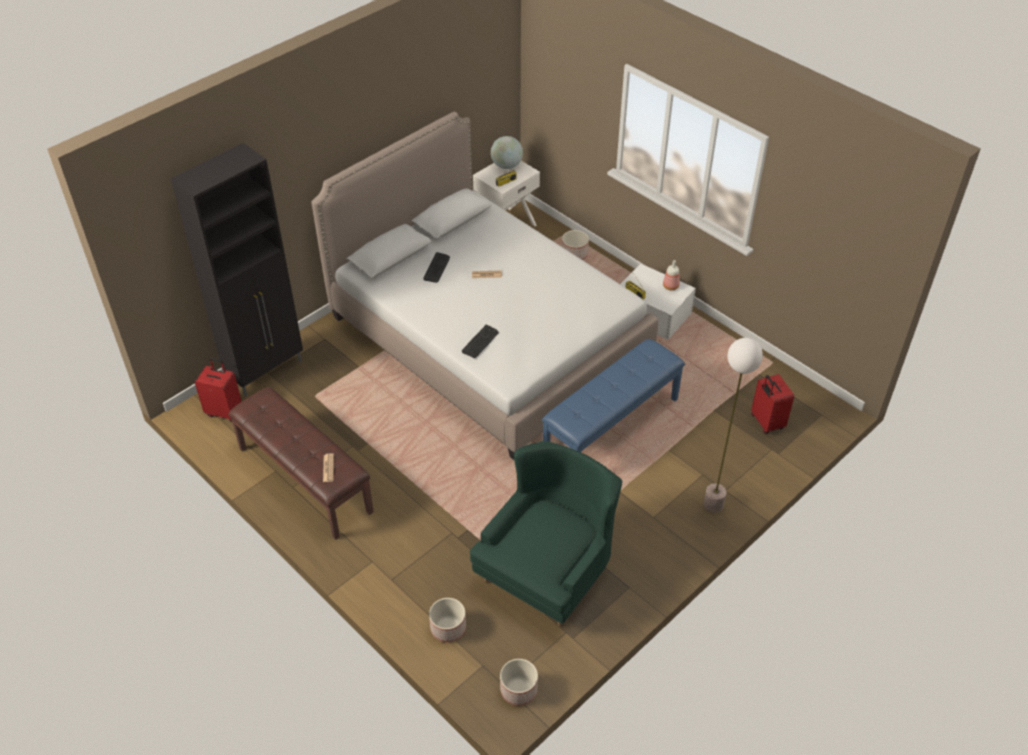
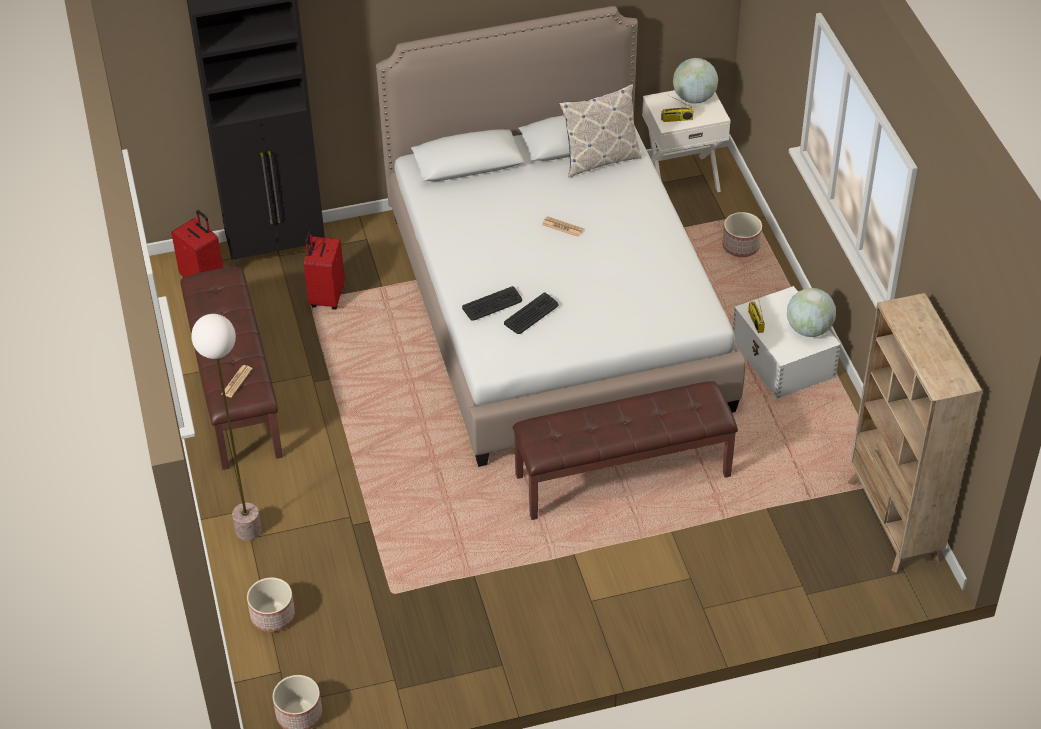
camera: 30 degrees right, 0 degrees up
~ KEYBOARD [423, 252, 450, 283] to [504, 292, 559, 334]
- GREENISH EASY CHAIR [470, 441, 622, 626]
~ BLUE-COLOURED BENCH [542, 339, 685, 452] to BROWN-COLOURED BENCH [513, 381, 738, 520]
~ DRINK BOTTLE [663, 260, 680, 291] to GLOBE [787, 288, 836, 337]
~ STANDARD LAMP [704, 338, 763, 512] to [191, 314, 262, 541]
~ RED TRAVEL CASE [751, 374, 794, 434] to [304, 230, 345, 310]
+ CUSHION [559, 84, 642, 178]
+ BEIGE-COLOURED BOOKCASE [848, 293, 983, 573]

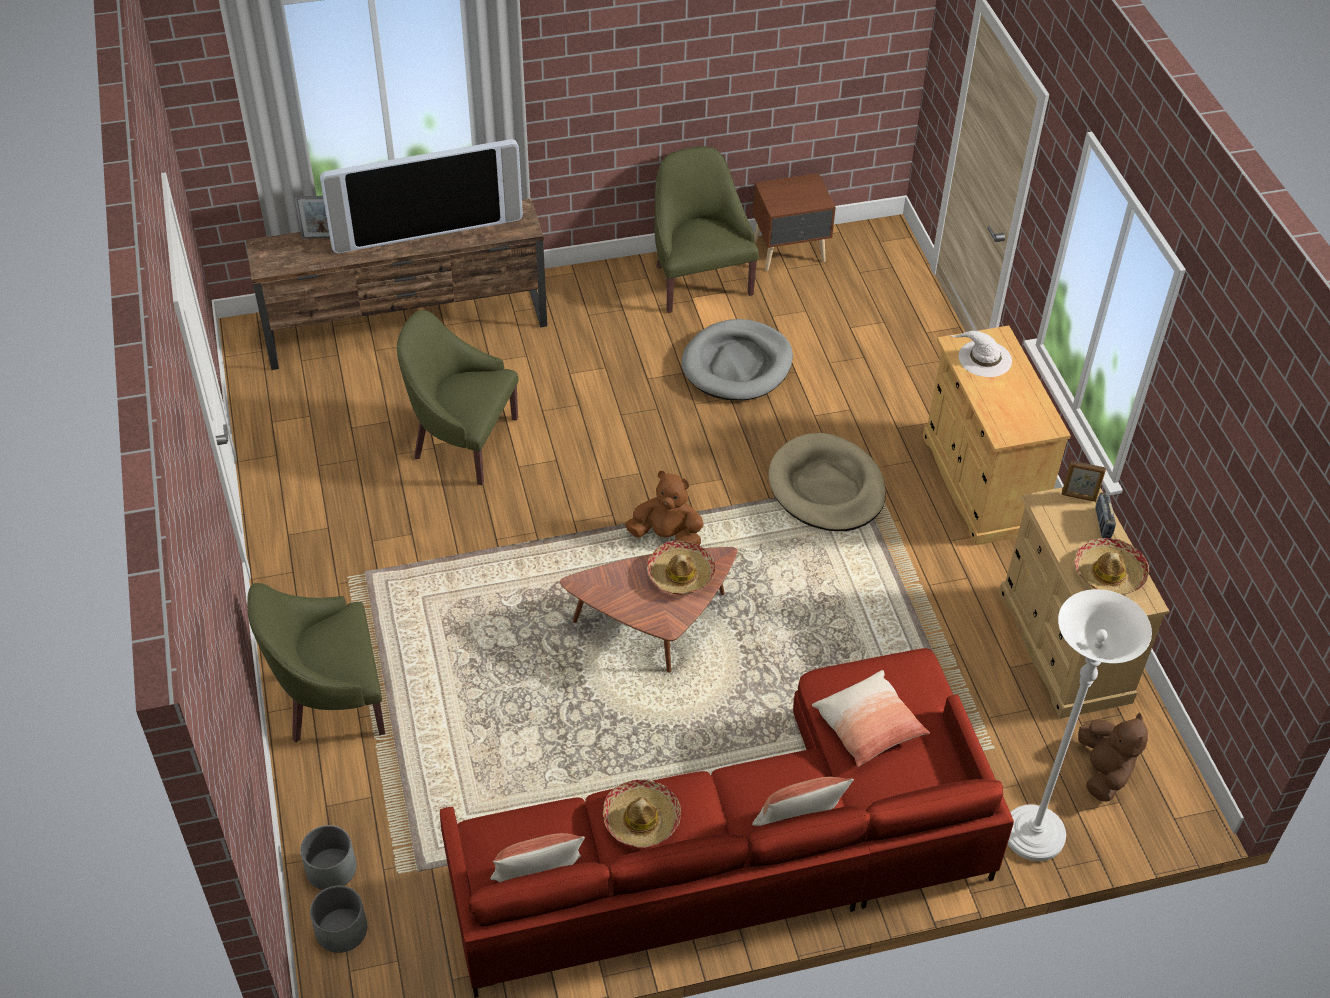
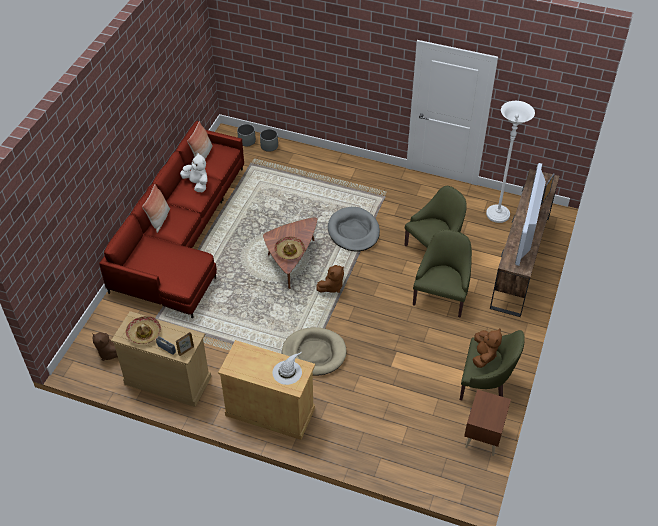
camera: 125 degrees right, 0 degrees up
~ GREENISH EASY CHAIR [247, 583, 385, 742] to [413, 229, 472, 318]
~ CLOTHING HAT [603, 780, 681, 848] to WHITISH PLUSH TOY [180, 152, 208, 192]
~ GREYISH DOG BED [681, 319, 793, 400] to [328, 207, 380, 252]
- CUSHION [812, 670, 930, 767]
~ WHITISH STANDARD LAMP [1008, 589, 1152, 861] to [486, 101, 535, 223]
+ BROWN-COLOURED PLUSH TOY [473, 328, 502, 368]

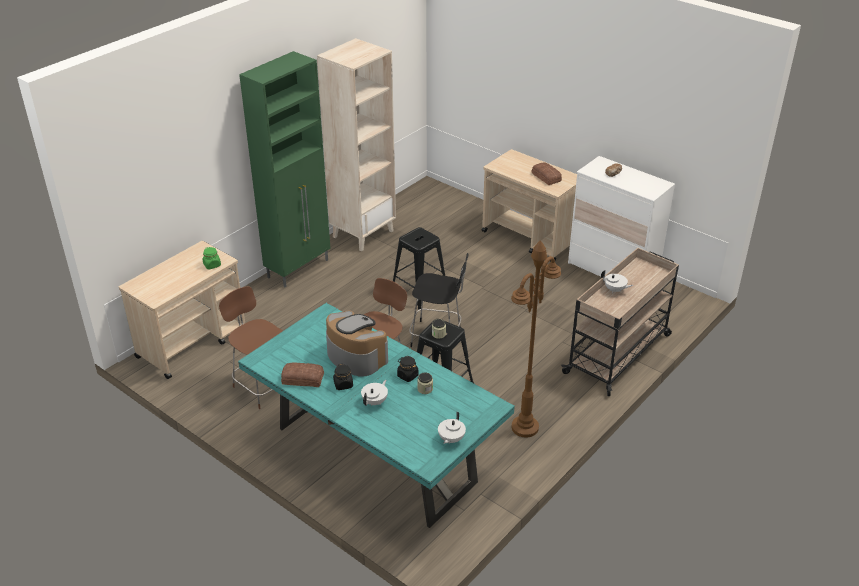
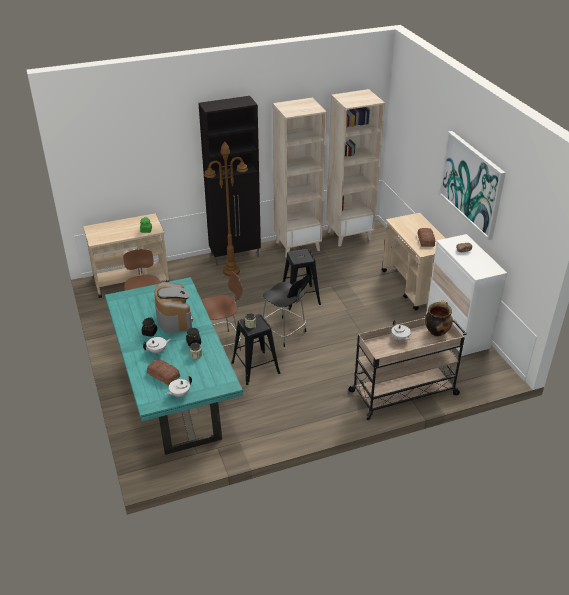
camera: 30 degrees right, 0 degrees up
~ GREENISH STORAGE CABINET [239, 51, 330, 287] to BLACKISH STORAGE CABINET [198, 96, 261, 265]
~ BREAD [281, 362, 324, 387] to [147, 359, 180, 386]
~ BROWN-COLOURED STANDARD LAMP [511, 240, 561, 437] to [204, 142, 248, 276]
+ BEIGE-COLOURED BOOKCASE [326, 89, 385, 247]
+ STOCKPOT [425, 300, 453, 337]
+ WALL ART [439, 131, 506, 240]

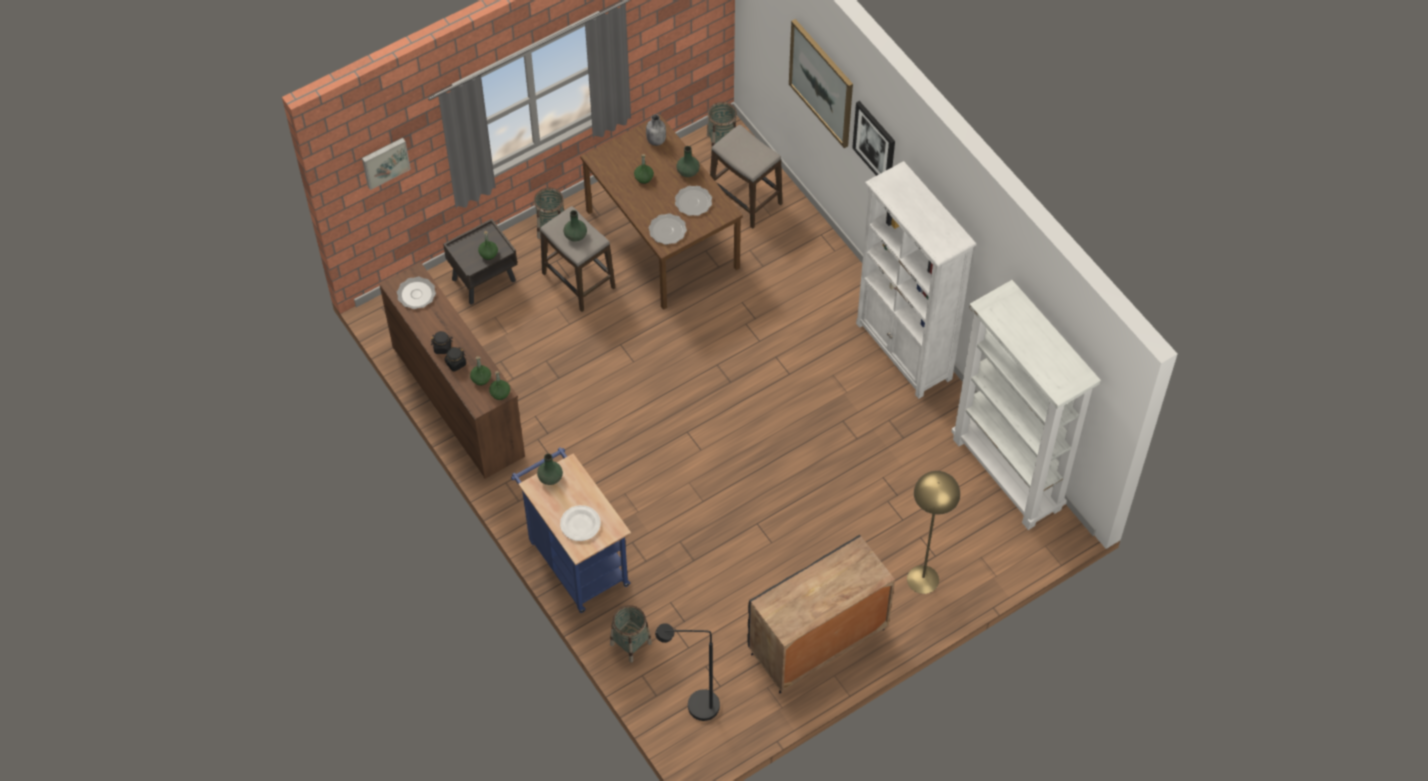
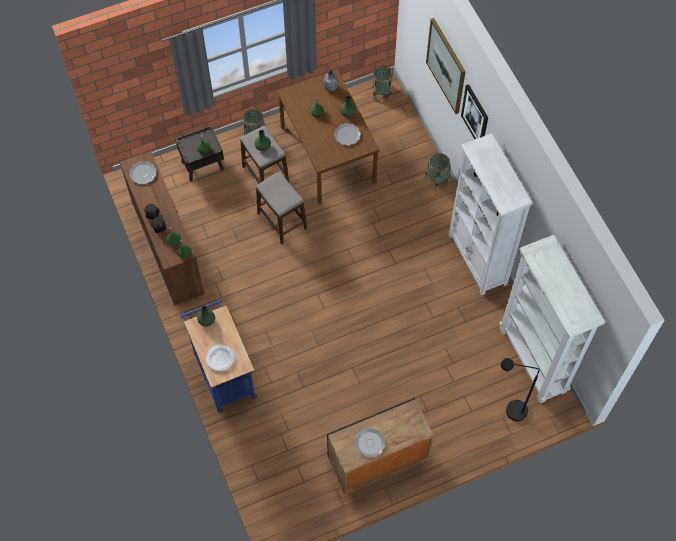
camera: 10 degrees right, 5 degrees up
- WALL ART [362, 138, 411, 190]
~ BASKET [610, 605, 652, 663] to [424, 153, 451, 191]
~ PLATE [649, 213, 687, 245] to [355, 428, 385, 457]
~ BLACKISH STANDARD LAMP [655, 623, 720, 721] to [501, 358, 540, 421]
~ STOOL SEAT [710, 125, 782, 229] to [256, 172, 307, 244]
- YELLOW STANDARD LAMP [907, 471, 960, 594]

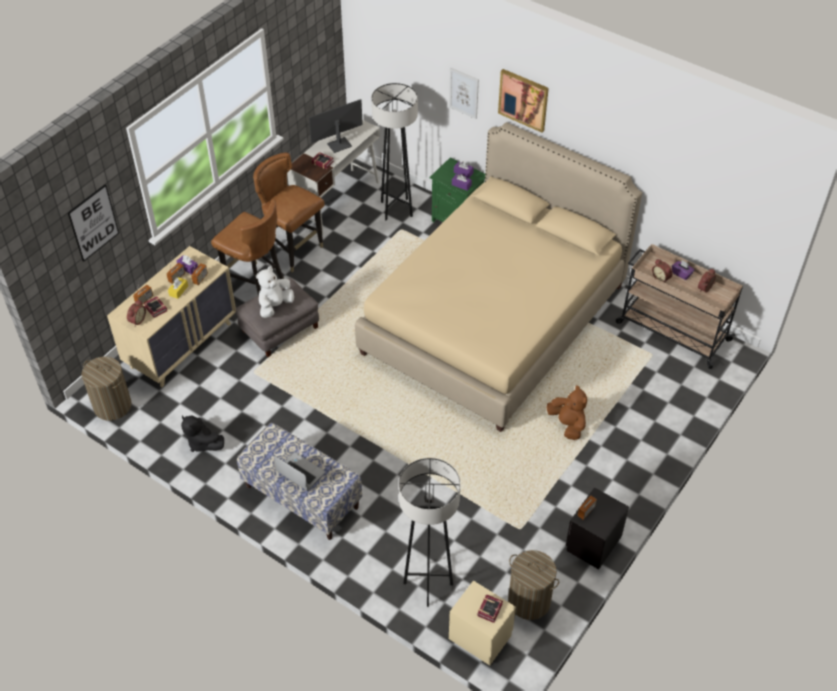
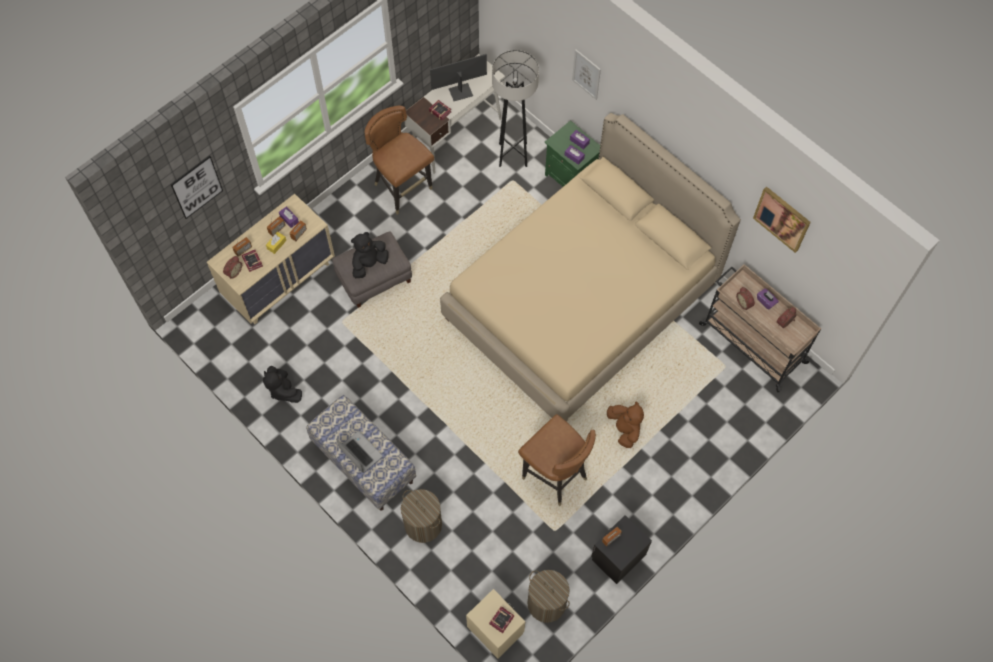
camera: 10 degrees right, 15 degrees up
~ LAUNDRY BASKET [82, 357, 132, 421] to [401, 489, 442, 543]
~ BROWN-COLOURED UPRIGHT CHAIR [211, 199, 284, 295] to [518, 414, 596, 506]
~ WHITISH PLUSH TOY [256, 266, 294, 318] to BLACKISH PLUSH TOY [351, 232, 389, 278]
- GREYISH STANDARD LAMP [399, 458, 460, 607]
~ WALL ART [498, 69, 549, 132] to [753, 186, 811, 253]

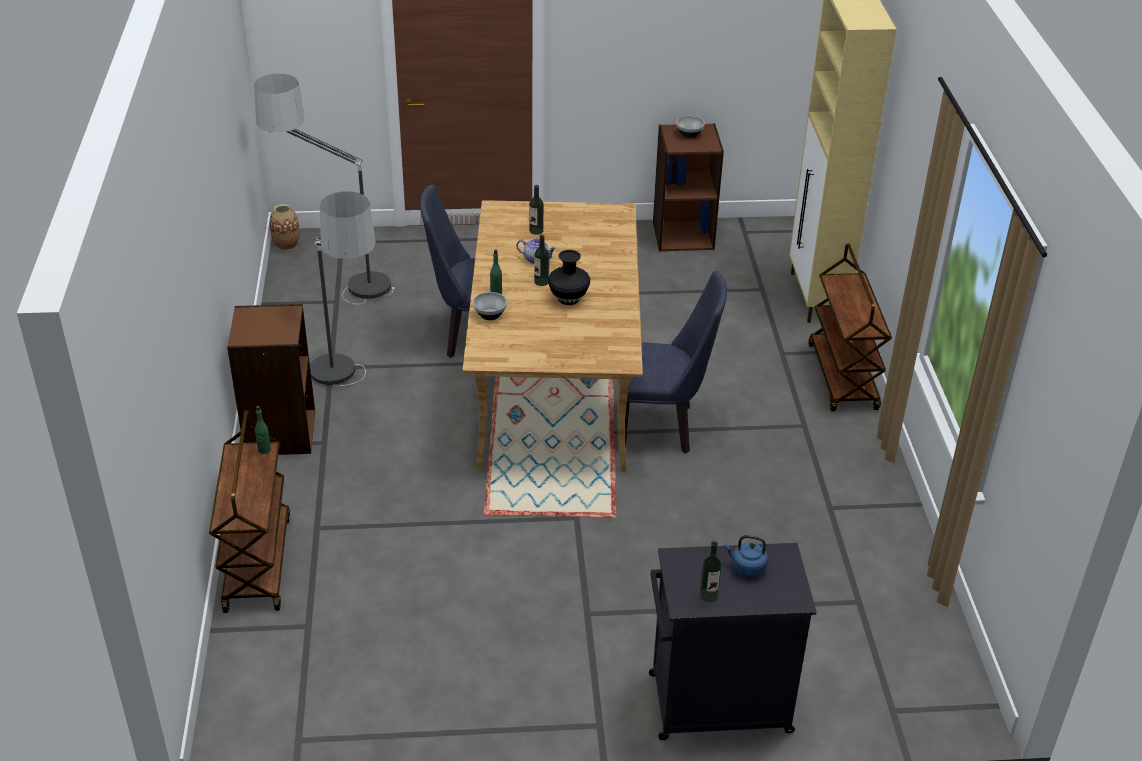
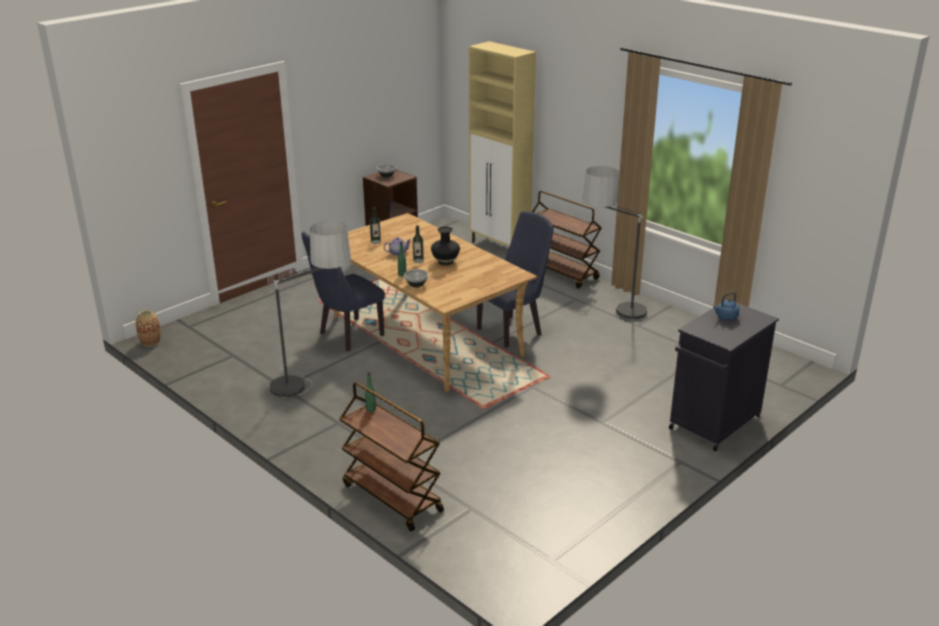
camera: 40 degrees left, 10 degrees down
- BROWN-COLOURED BOOKCASE [227, 304, 315, 455]
~ STANDARD LAMP [254, 74, 395, 304] to [583, 166, 648, 324]
- DRINK BOTTLE [699, 541, 722, 602]

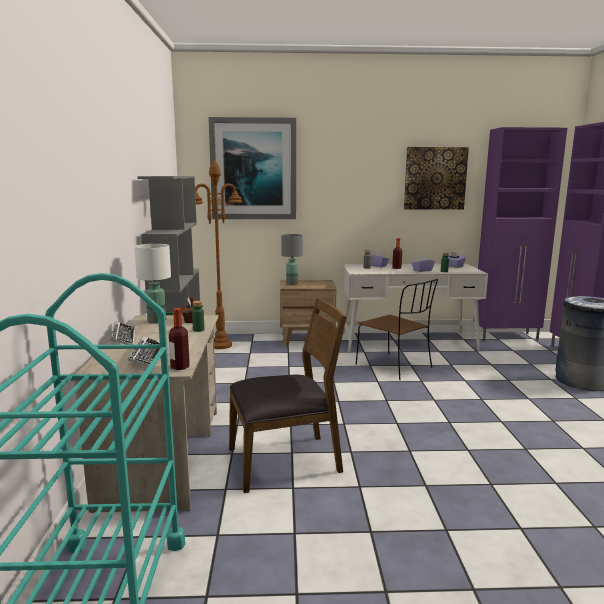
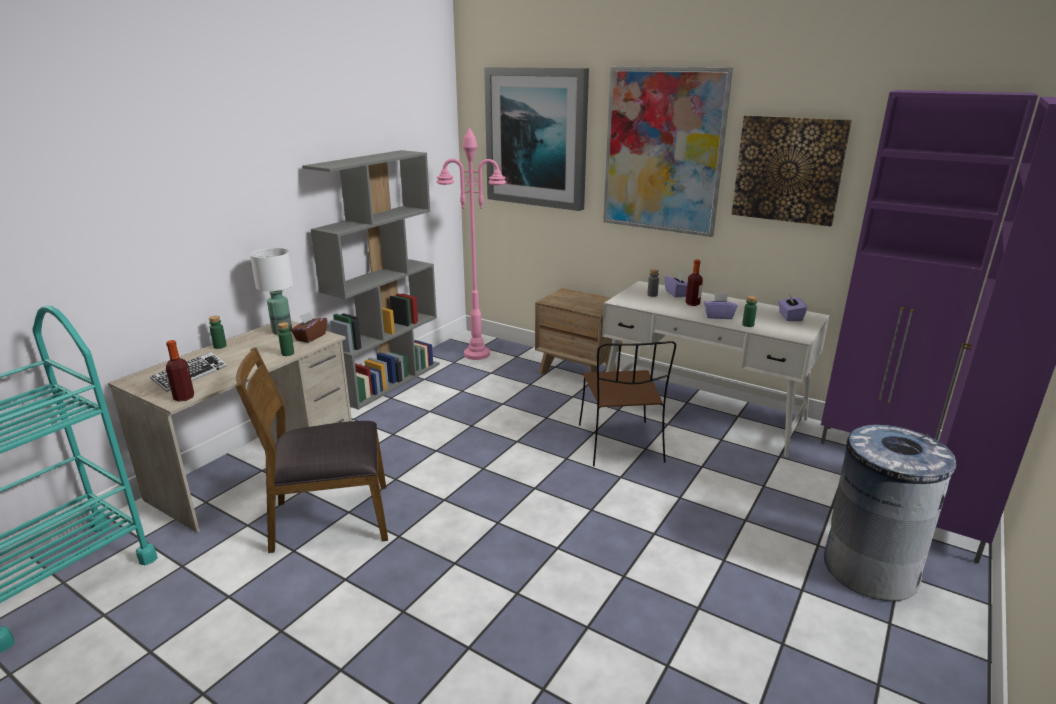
camera: 35 degrees right, 10 degrees up
~ KEYBOARD [110, 321, 135, 345] to GREENISH DRINK BOTTLE [209, 316, 227, 349]
~ BROWN-COLOURED STANDARD LAMP [195, 159, 242, 349] to PINK-COLOURED STANDARD LAMP [436, 128, 506, 360]
~ BROWN-COLOURED UPRIGHT CHAIR [229, 298, 346, 493] = [236, 347, 388, 553] 150 degrees clockwise
- GREYISH TABLETOP LAMP [281, 234, 303, 285]
+ WALL ART [603, 67, 733, 237]

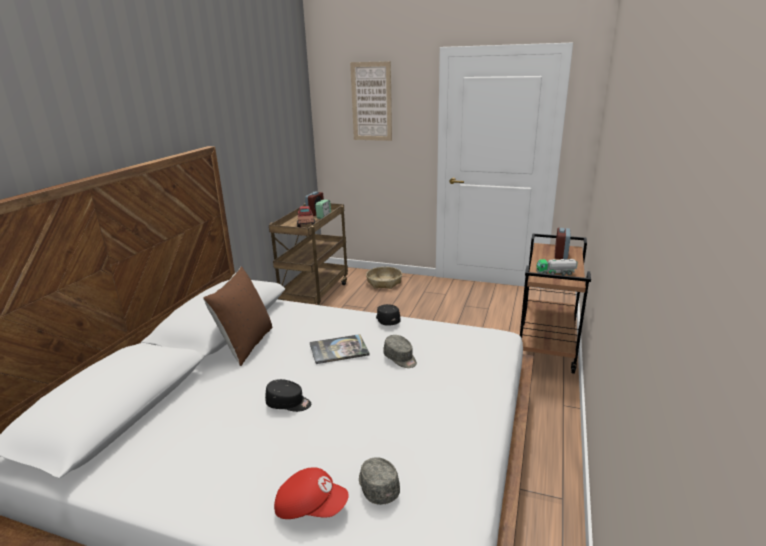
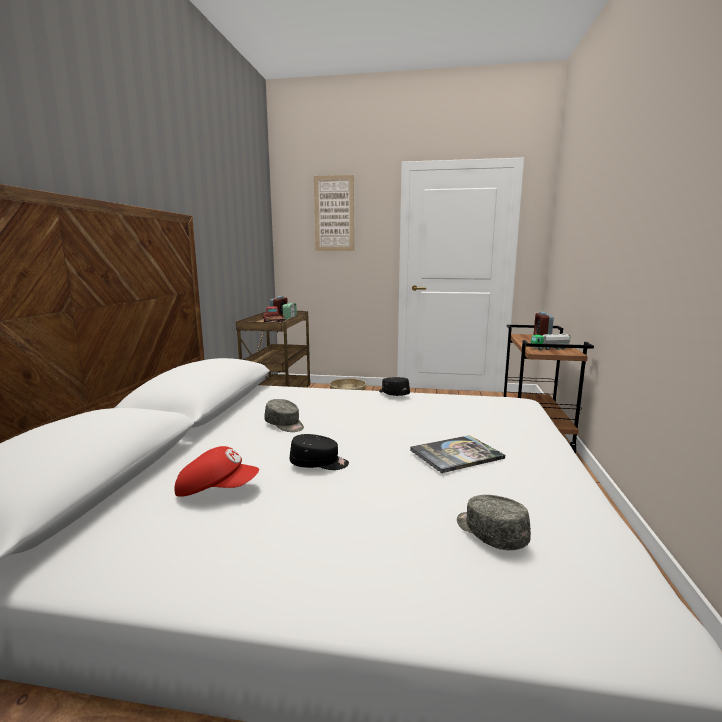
camera: 10 degrees left, 10 degrees down
- BROWN-COLOURED CUSHION [203, 266, 272, 366]
~ RED PEAKED CAP [274, 467, 349, 519] to [174, 446, 259, 497]
~ BOOK [310, 334, 369, 364] to [410, 435, 505, 473]
~ GREYISH PEAKED CAP [383, 335, 417, 368] to [265, 399, 304, 432]

